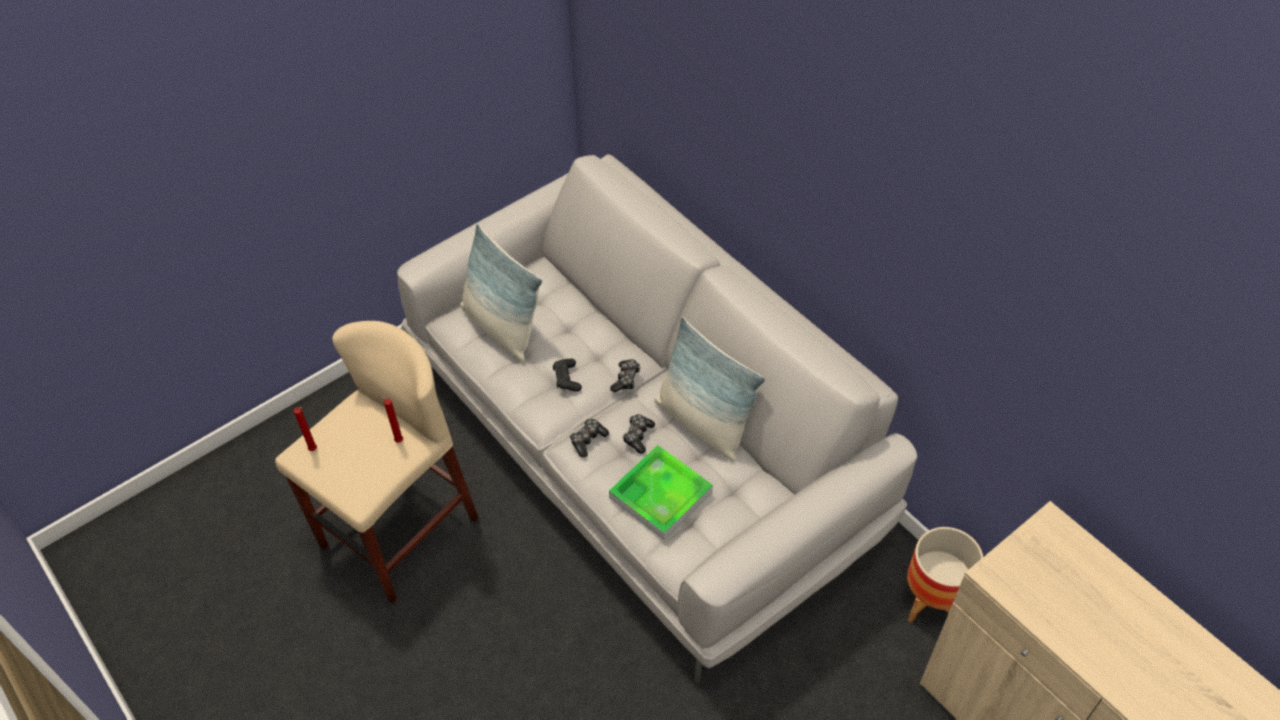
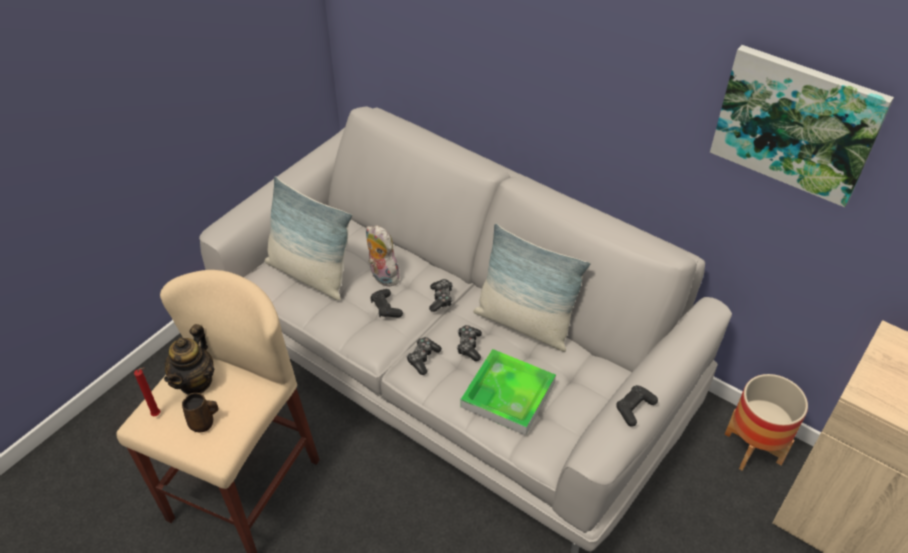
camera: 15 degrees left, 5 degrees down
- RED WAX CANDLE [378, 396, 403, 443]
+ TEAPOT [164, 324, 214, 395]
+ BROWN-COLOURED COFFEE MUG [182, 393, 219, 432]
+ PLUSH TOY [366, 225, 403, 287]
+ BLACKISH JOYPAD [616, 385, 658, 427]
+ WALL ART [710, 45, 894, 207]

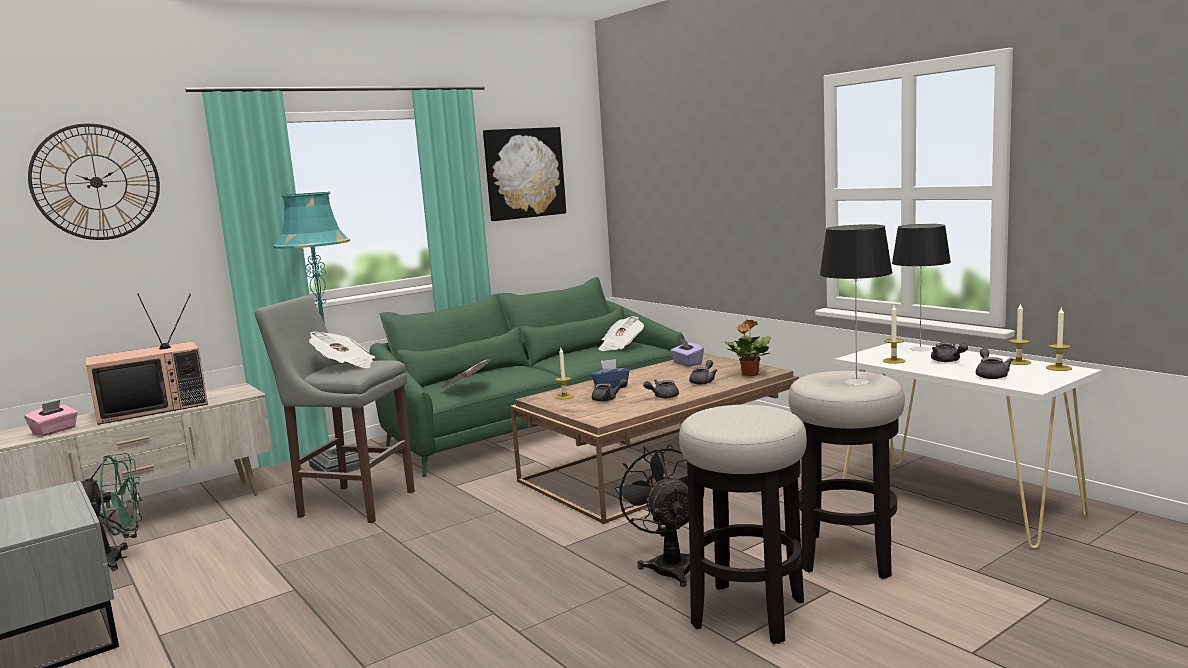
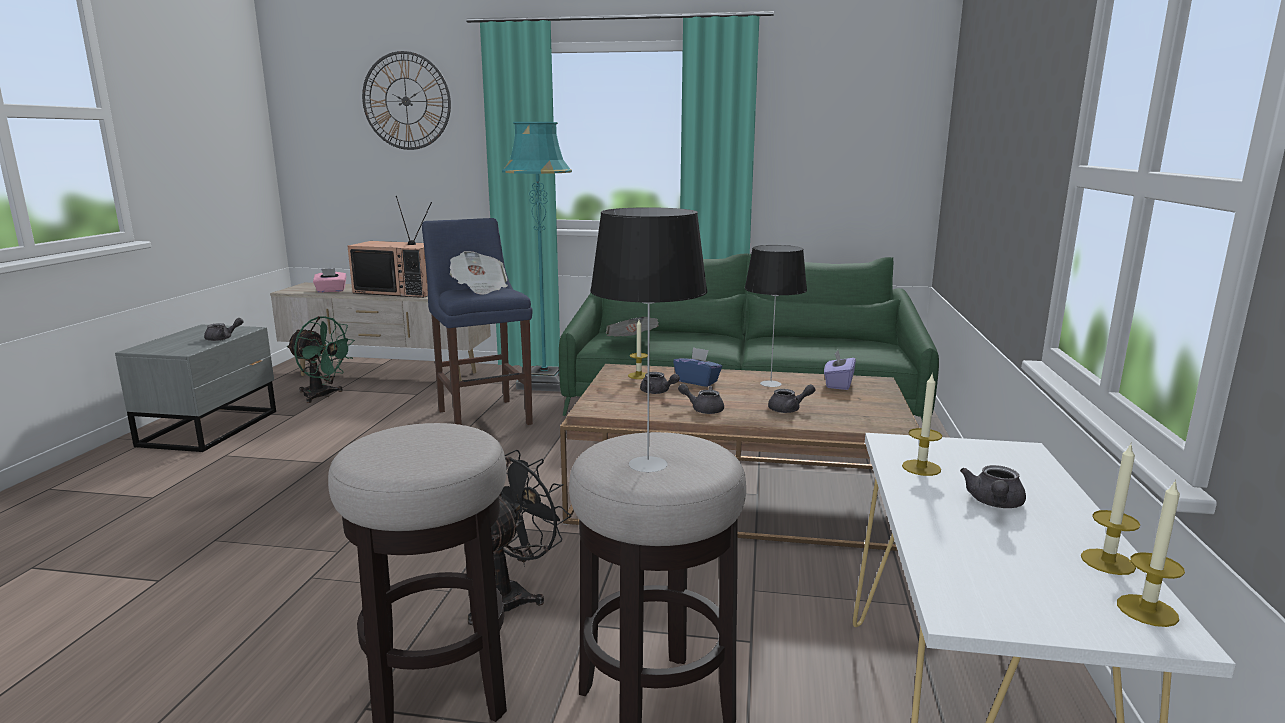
camera: 45 degrees right, 5 degrees up
~ GREYISH STOOL SEAT [255, 295, 415, 523] to BLUE-COLOURED STOOL SEAT [422, 218, 533, 425]
- WALL ART [483, 127, 566, 221]
- NEWSPAPER [599, 316, 644, 351]
- POTTED PLANT [725, 320, 771, 376]
~ TABLETOP LAMP [892, 224, 951, 351] to [745, 245, 807, 387]
~ GREYISH TEAPOT [976, 348, 1013, 379] to [204, 318, 244, 341]

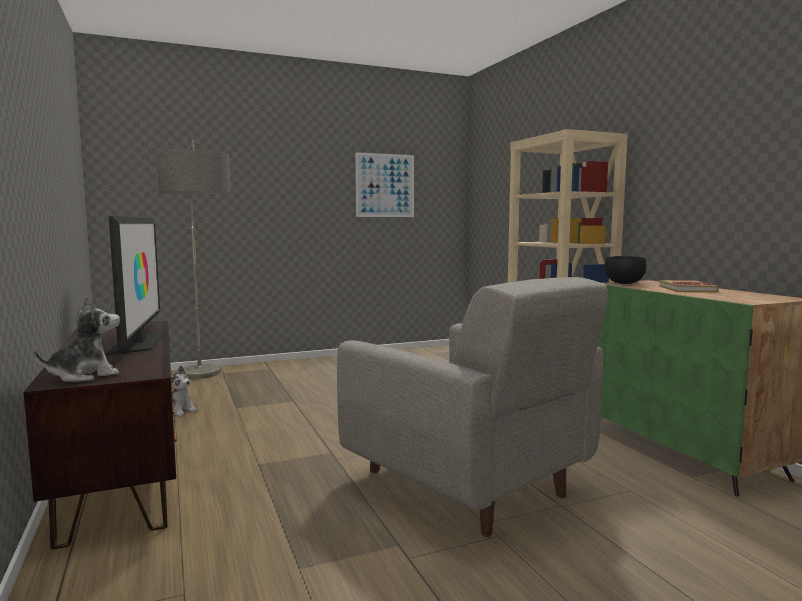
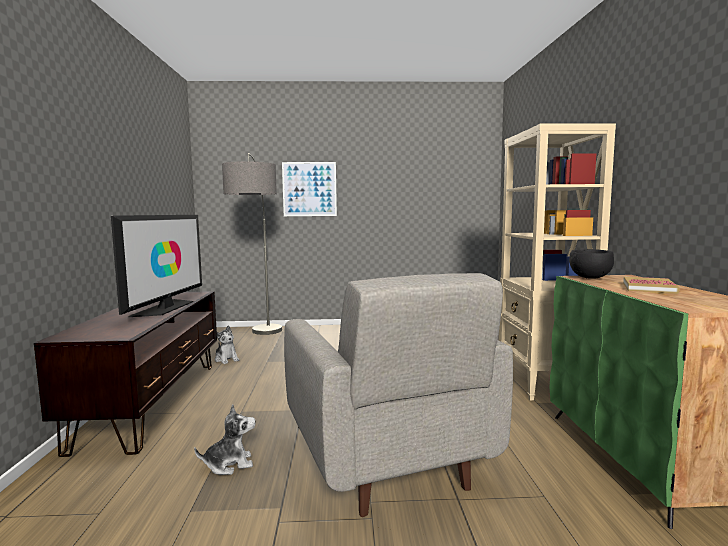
camera: 20 degrees right, 0 degrees up
~ PLUSH TOY [34, 296, 120, 382] to [194, 404, 256, 475]
~ WALL ART [355, 152, 414, 217] to [282, 162, 337, 216]

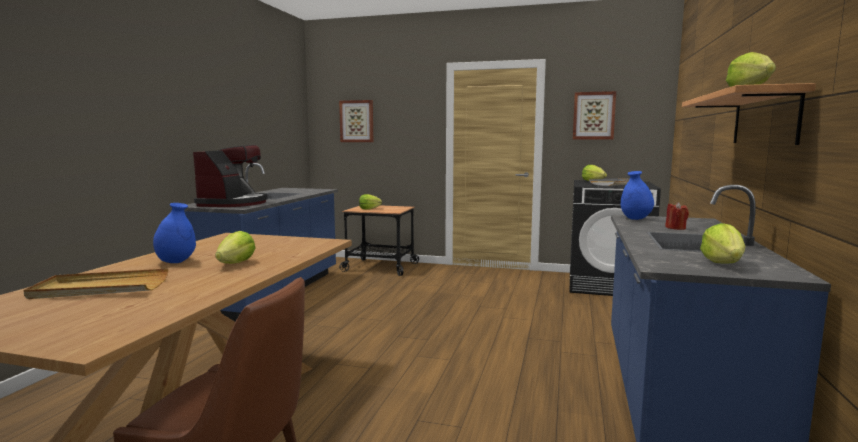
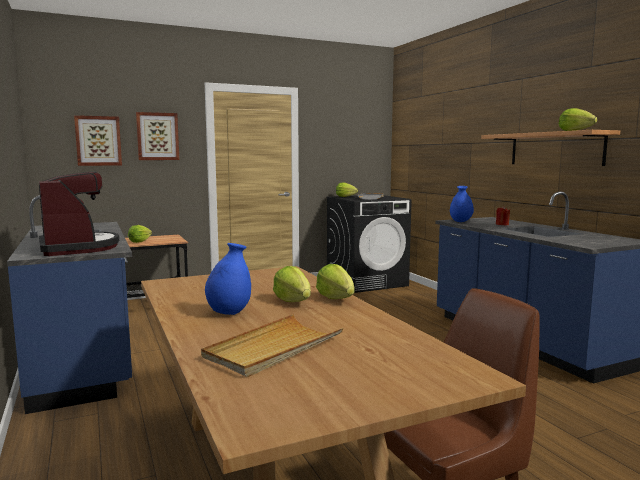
camera: 40 degrees left, 0 degrees up
~ WALL ART [573, 91, 616, 140] to [136, 112, 179, 160]
~ LETTUCE [700, 223, 745, 264] to [316, 264, 355, 299]

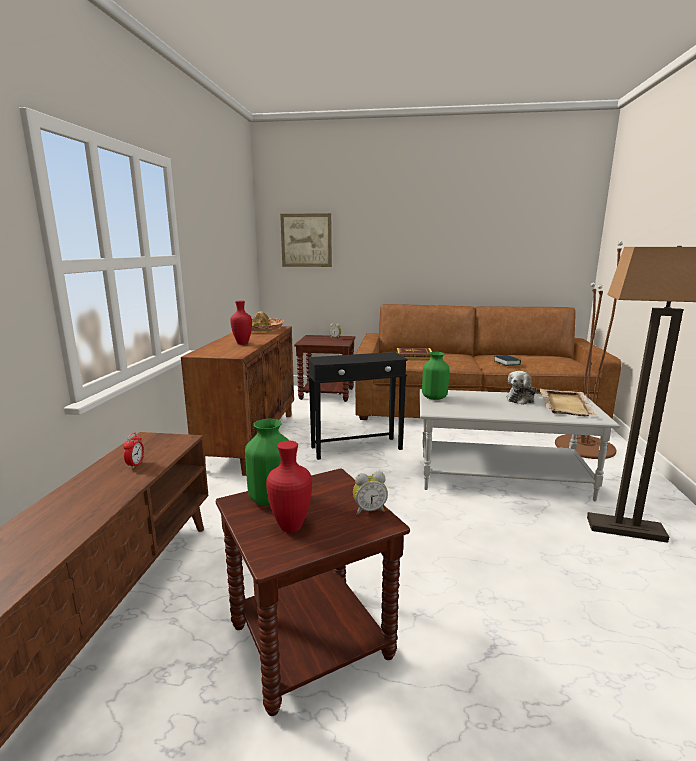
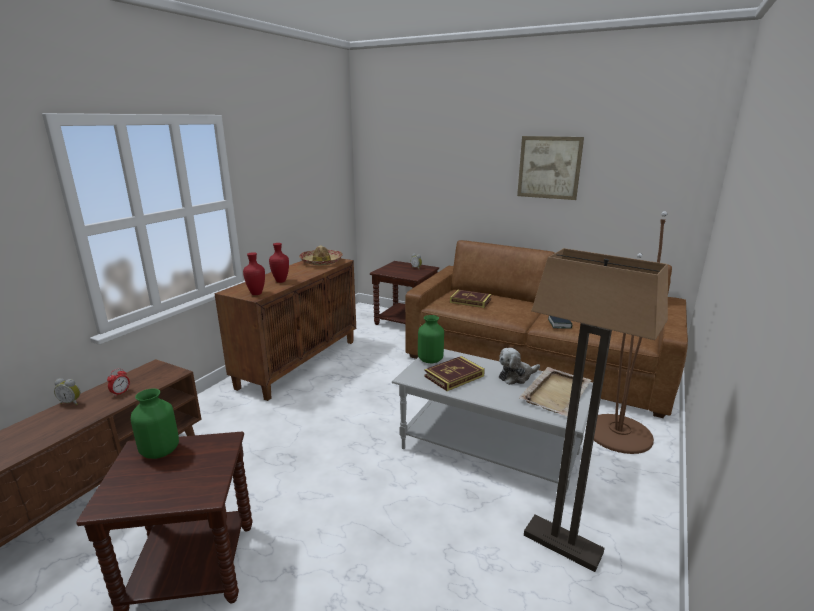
camera: 20 degrees right, 5 degrees up
~ RED VASE [266, 441, 312, 533] to [243, 252, 265, 295]
~ WALL ART [280, 213, 332, 267] to [517, 136, 584, 200]
- BLACKISH ACCENT TABLE [307, 352, 408, 460]
~ ALARM CLOCK [353, 472, 388, 515] to [54, 378, 80, 405]
+ BOOK [424, 356, 485, 391]

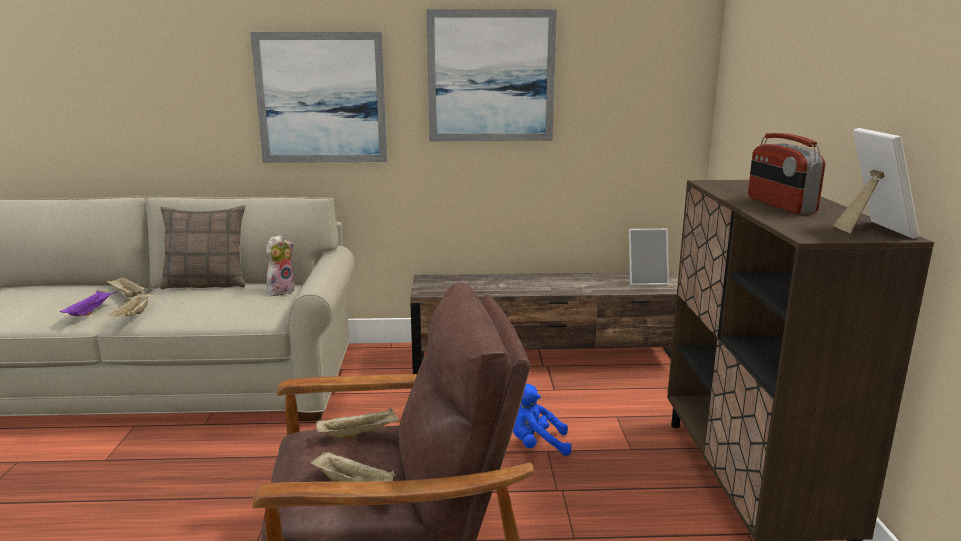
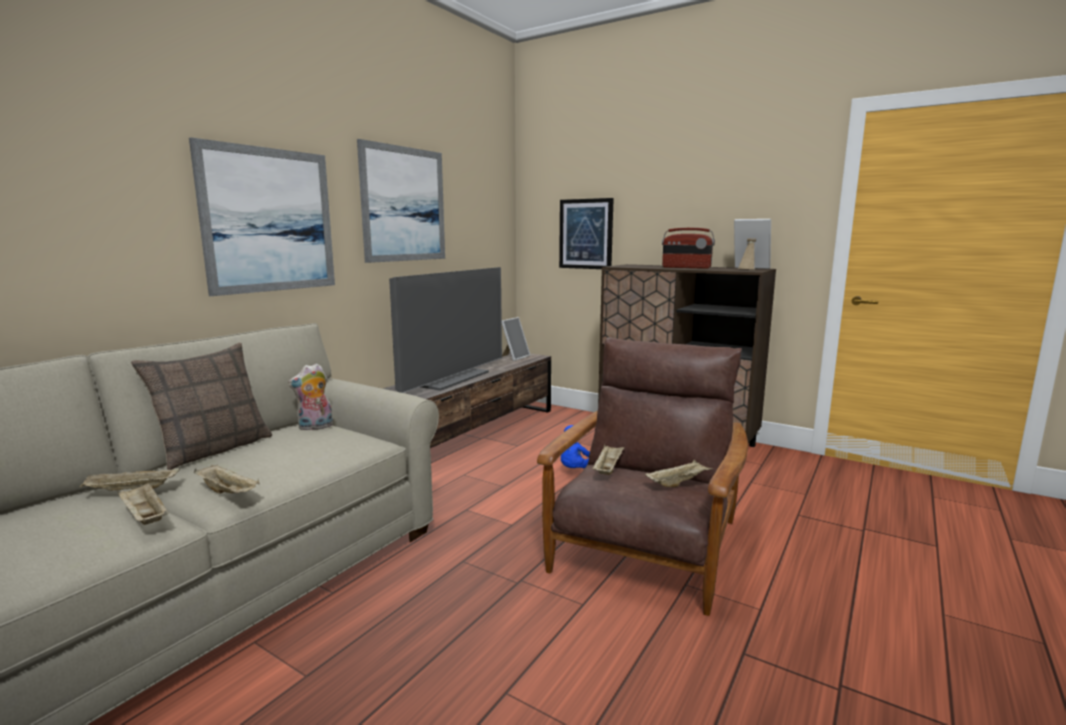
camera: 55 degrees left, 5 degrees down
~ PURPLE-COLOURED TRAY [60, 290, 116, 316] to BEIGE-COLOURED TRAY [117, 482, 169, 525]
~ PLUSH TOY [266, 235, 295, 296] = [288, 363, 333, 430] 105 degrees counterclockwise
+ TELEVISION [389, 267, 502, 393]
+ WALL ART [559, 198, 614, 269]

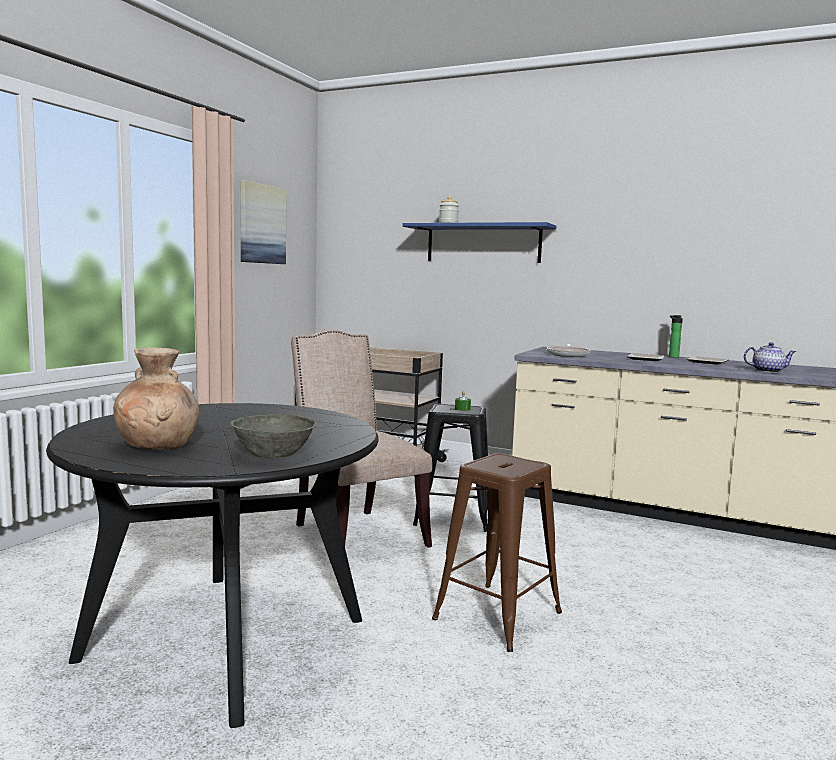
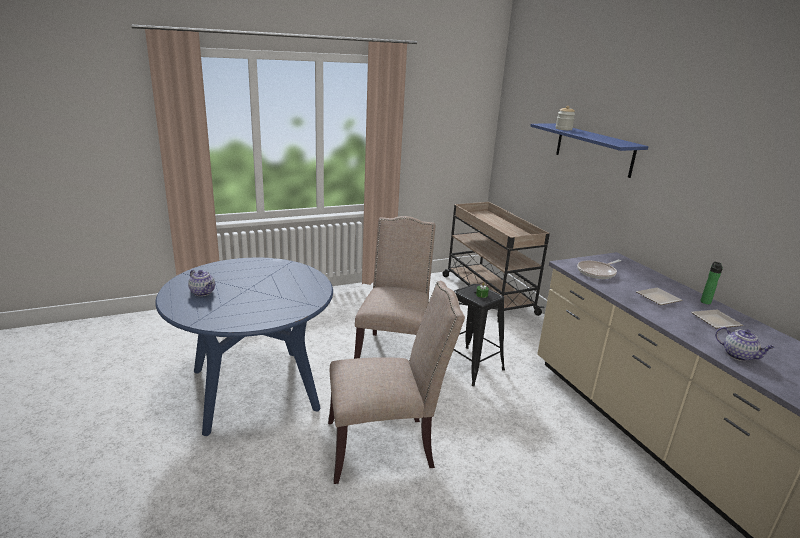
camera: 40 degrees right, 15 degrees up
~ BLACKISH DINING TABLE [46, 403, 379, 728] to BLUE-COLOURED DINING TABLE [155, 258, 333, 436]
~ BROWN-COLOURED VASE [114, 347, 199, 449] to TEAPOT [188, 270, 215, 296]
- GREYISH SERVING BOWL [230, 414, 316, 458]
- WALL ART [240, 180, 286, 264]
~ BROWN-COLOURED STOOL SEAT [432, 453, 562, 652] to BEIGE-COLOURED UPRIGHT CHAIR [328, 281, 465, 484]

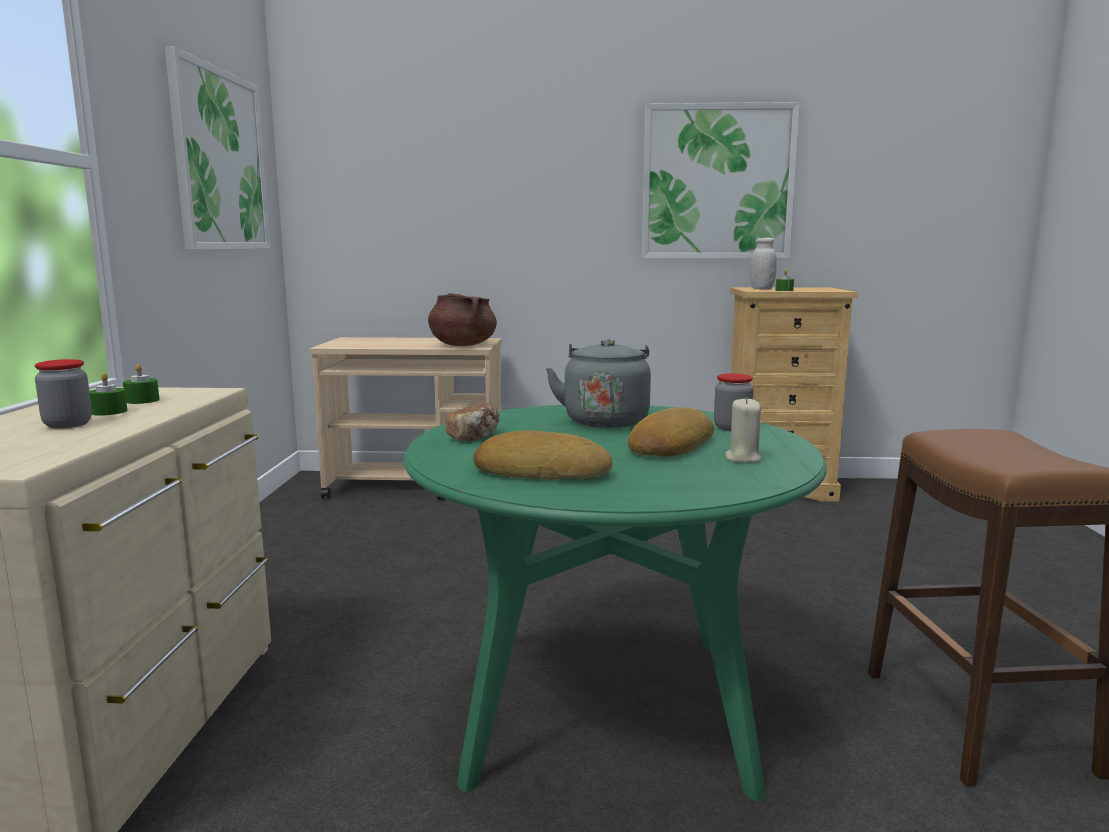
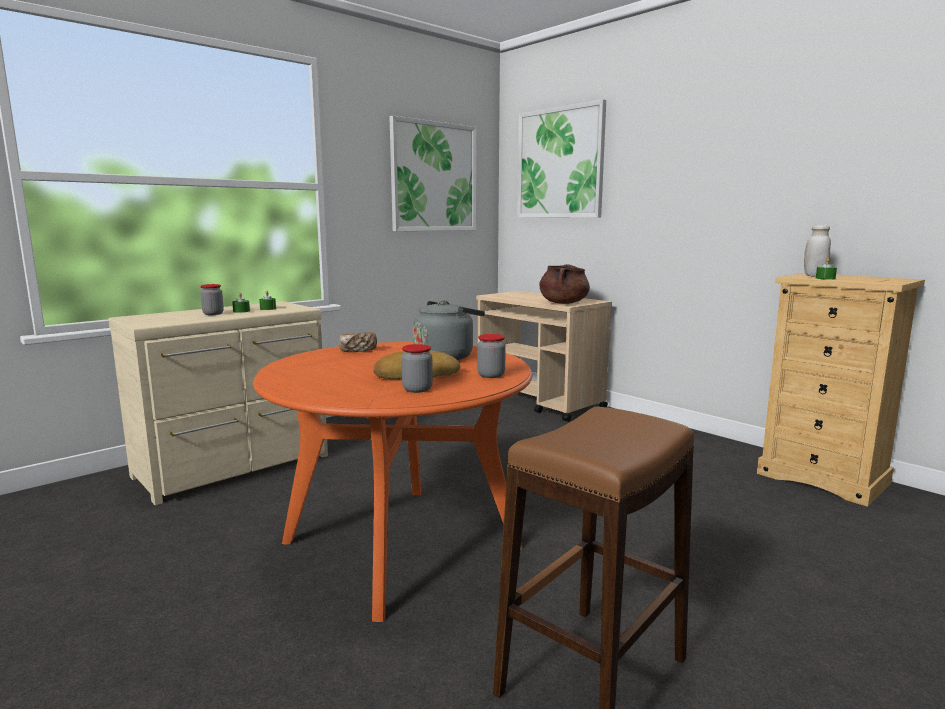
camera: 45 degrees right, 0 degrees up
~ GREENISH DINING TABLE [404, 405, 827, 802] to ORANGEY DINING TABLE [253, 342, 533, 622]
- BREAD [473, 430, 612, 480]
~ WALL ART [642, 102, 800, 259] to [517, 99, 606, 218]
~ BEIGE-COLOURED WAX CANDLE [725, 397, 761, 463] to STORAGE JAR [401, 344, 433, 393]

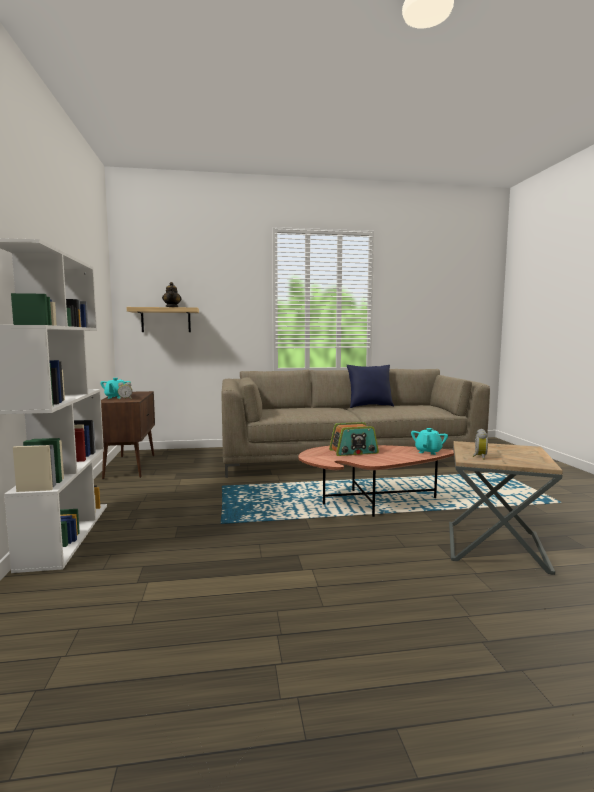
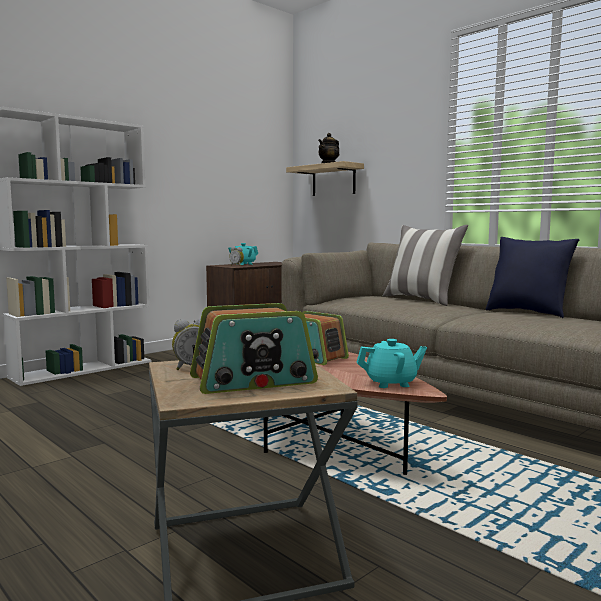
camera: 55 degrees right, 0 degrees up
+ RADIO RECEIVER [190, 303, 318, 394]
+ CUSHION [383, 225, 468, 306]

